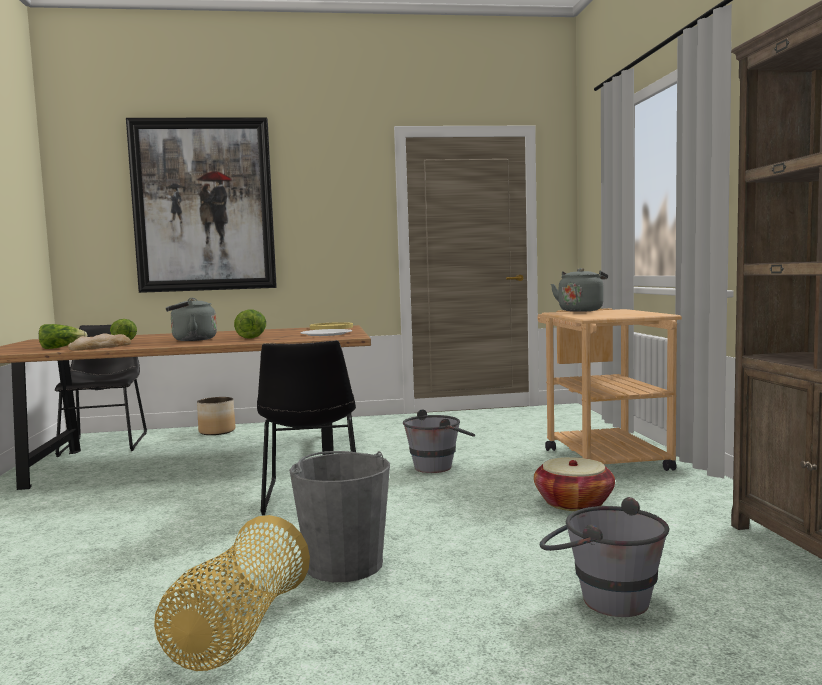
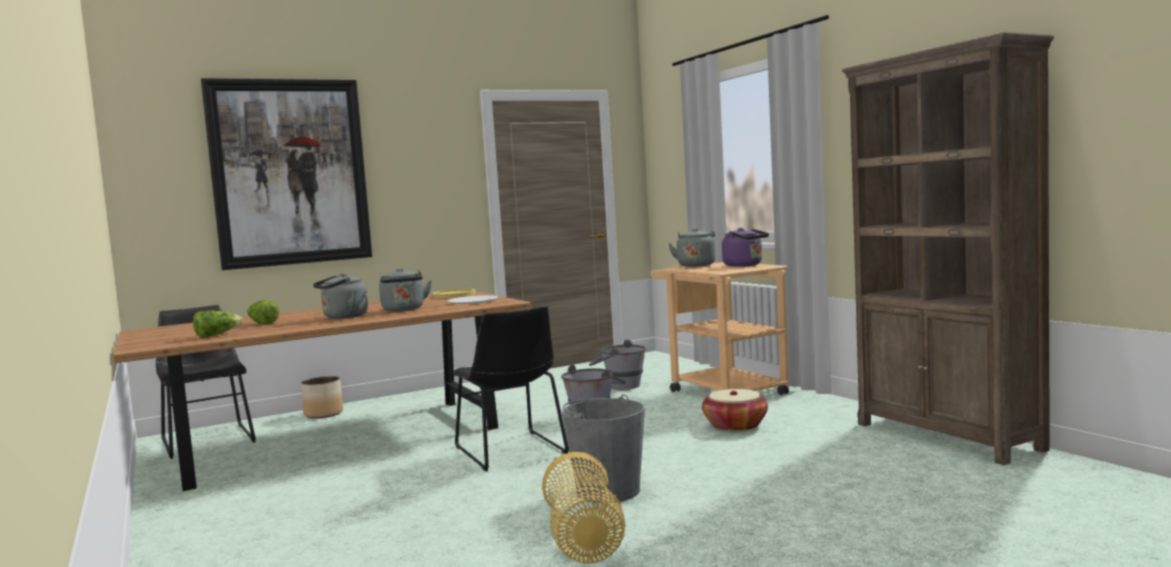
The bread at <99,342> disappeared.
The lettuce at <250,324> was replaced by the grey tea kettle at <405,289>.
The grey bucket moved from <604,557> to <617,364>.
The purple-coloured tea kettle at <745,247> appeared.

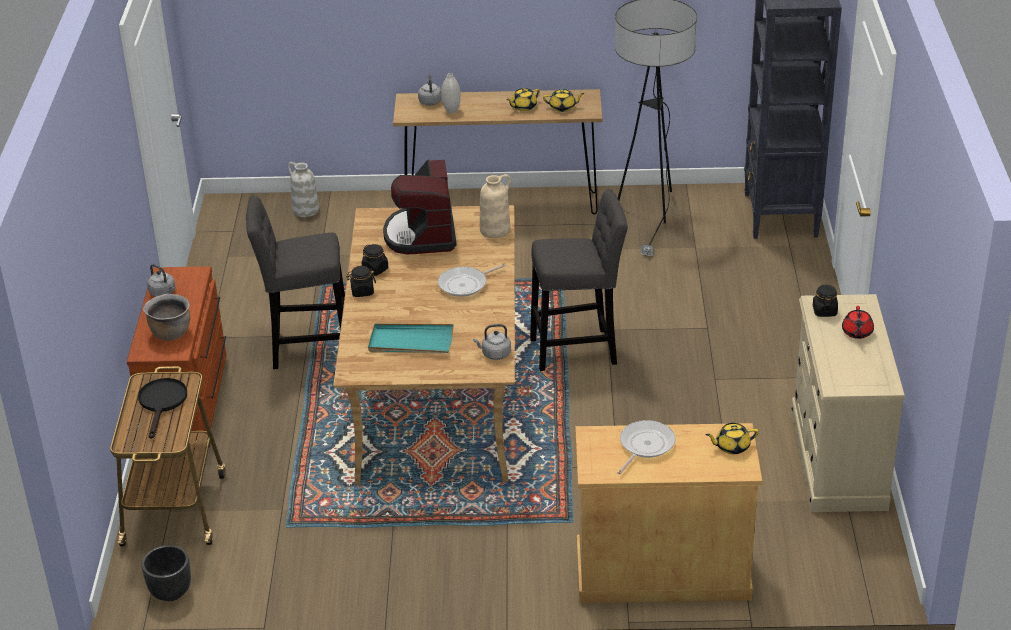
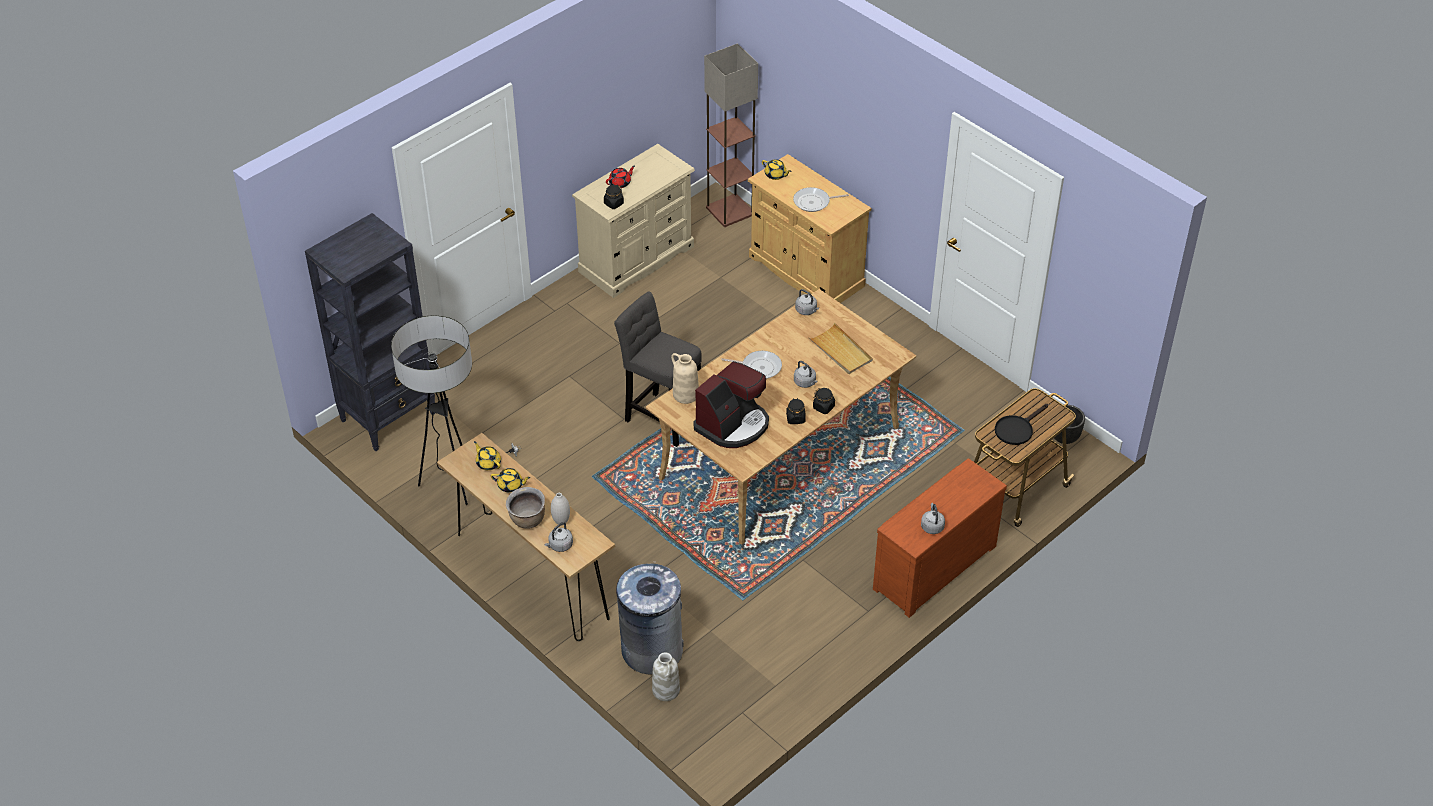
The brown cooking pot moved from <166,317> to <525,508>.
The grey stool seat at <295,282> disappeared.
The turquoise tray at <411,338> became the sand-coloured tray at <840,348>.
The grey trash can at <650,619> appeared.
The floor lamp at <731,135> appeared.
The grey tea kettle at <806,374> appeared.

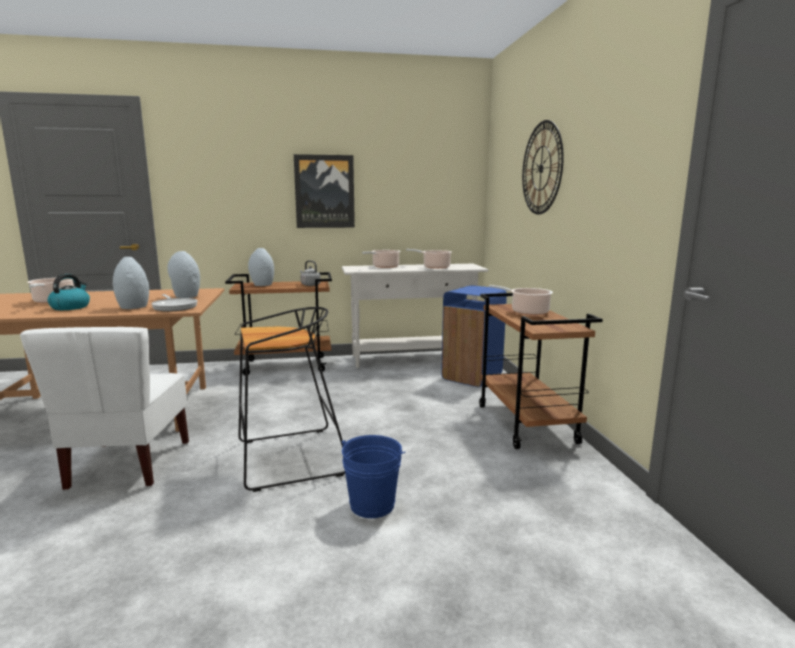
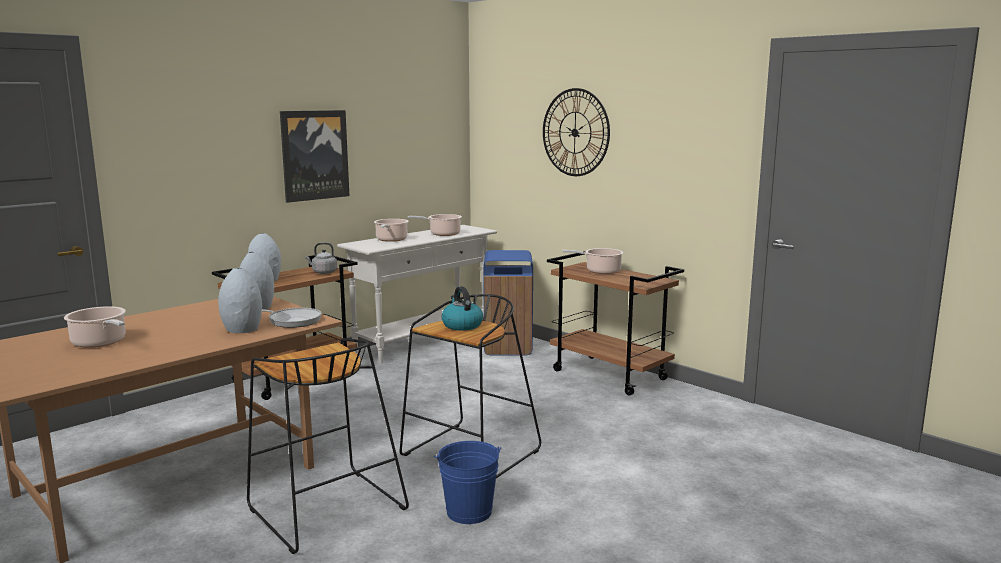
The whitish plain chair at <104,408> was replaced by the blackish stool seat at <328,446>.
The tea kettle moved from <69,292> to <462,308>.
The bluish bucket moved from <373,476> to <467,482>.

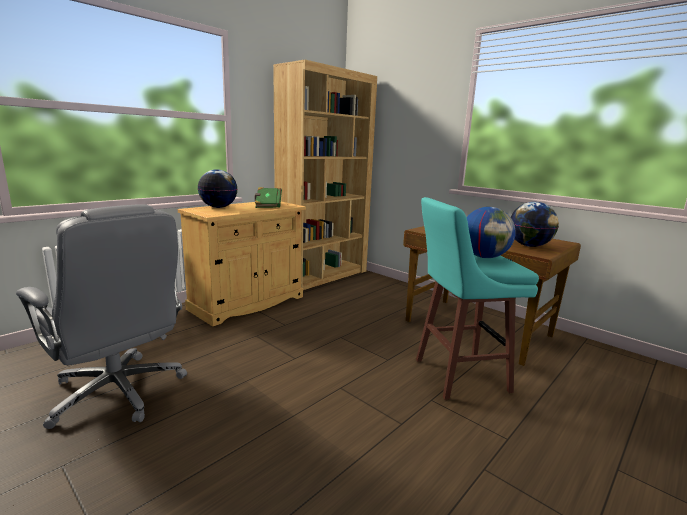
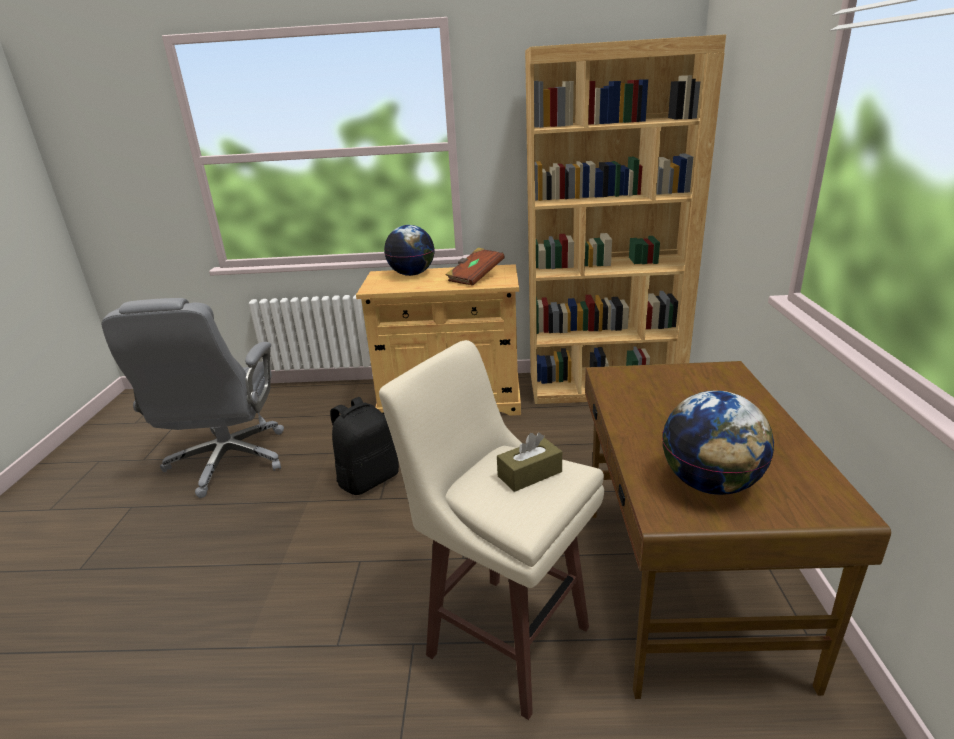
The greenish volume at <268,197> became the brown volume at <475,267>.
The turquoise stool seat at <477,298> became the sand-coloured stool seat at <491,530>.
The desk globe at <491,232> was replaced by the brown box of tissues at <529,462>.
The blackish backpack at <364,446> appeared.

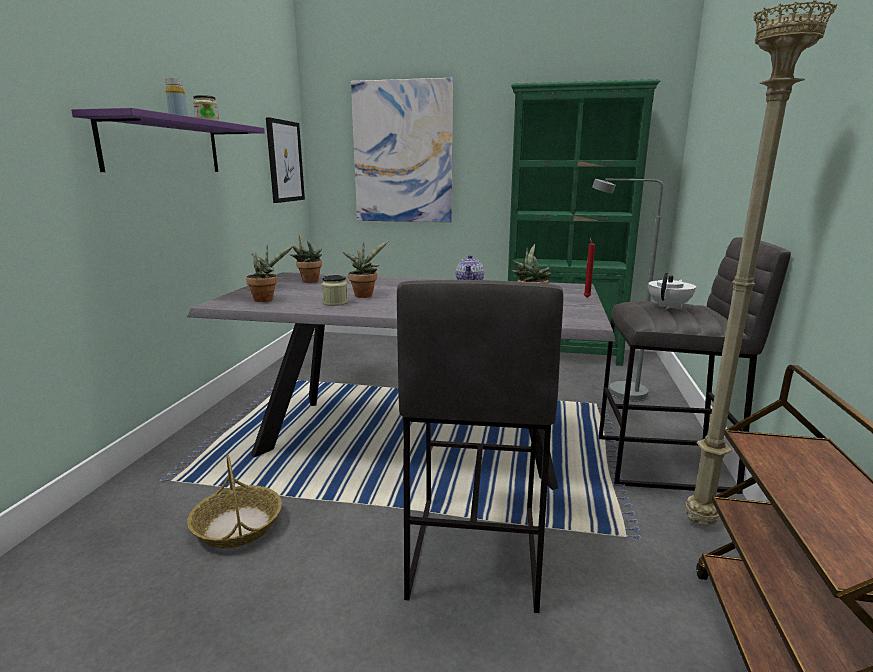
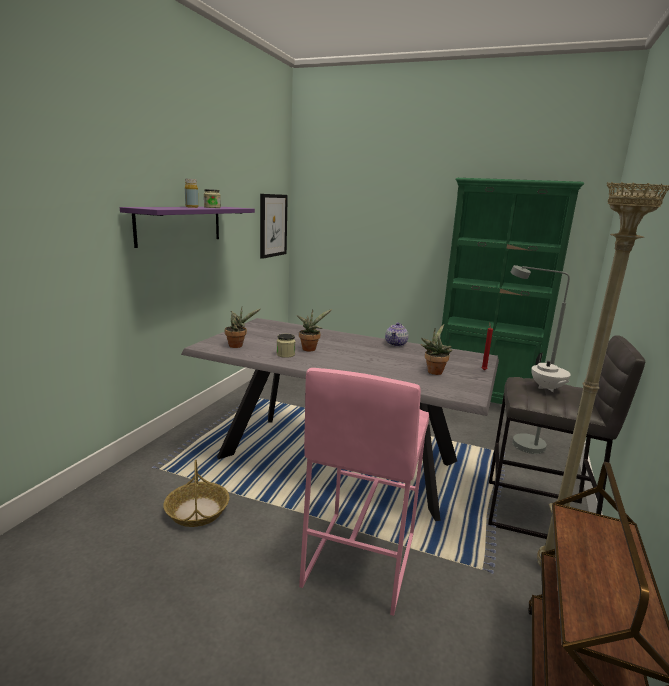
The houseplant at <306,257> disappeared.
The picture at <402,150> disappeared.
The grey stool seat at <480,446> became the pink stool seat at <364,492>.
The whitish tea pot at <672,291> turned 120 degrees clockwise.

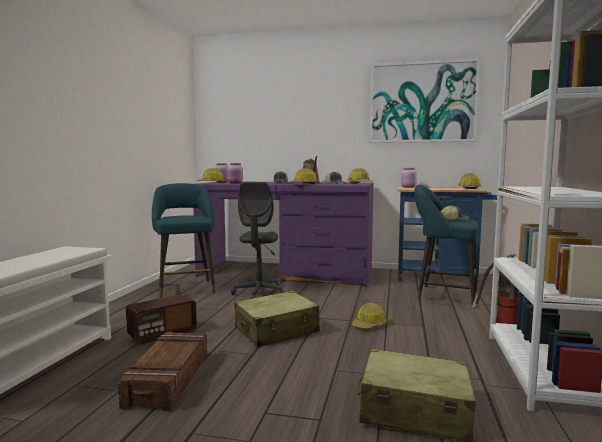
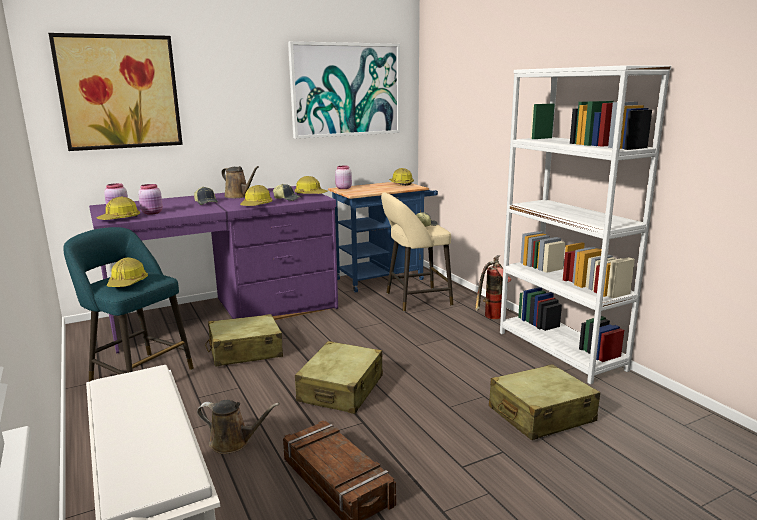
The radio at <161,319> was replaced by the brown sprinkling can at <238,427>.
The grey office chair at <258,240> was replaced by the sand-coloured piece of luggage at <244,340>.
The hard hat moved from <369,316> to <127,272>.
The turquoise stool seat at <446,244> became the sand-coloured stool seat at <417,252>.
The picture at <115,92> appeared.

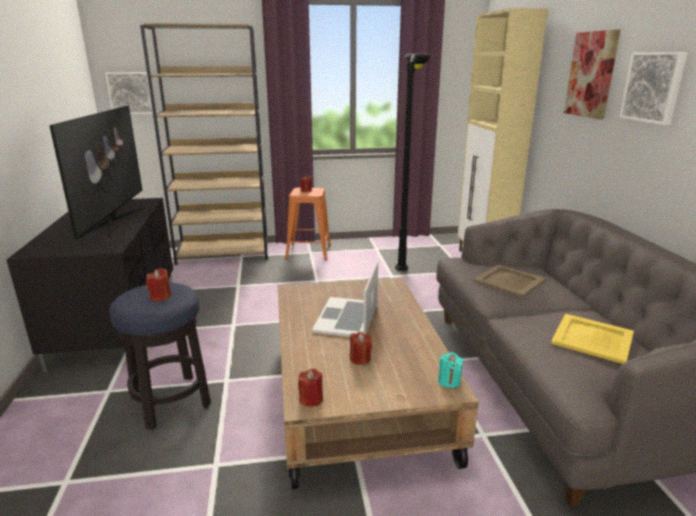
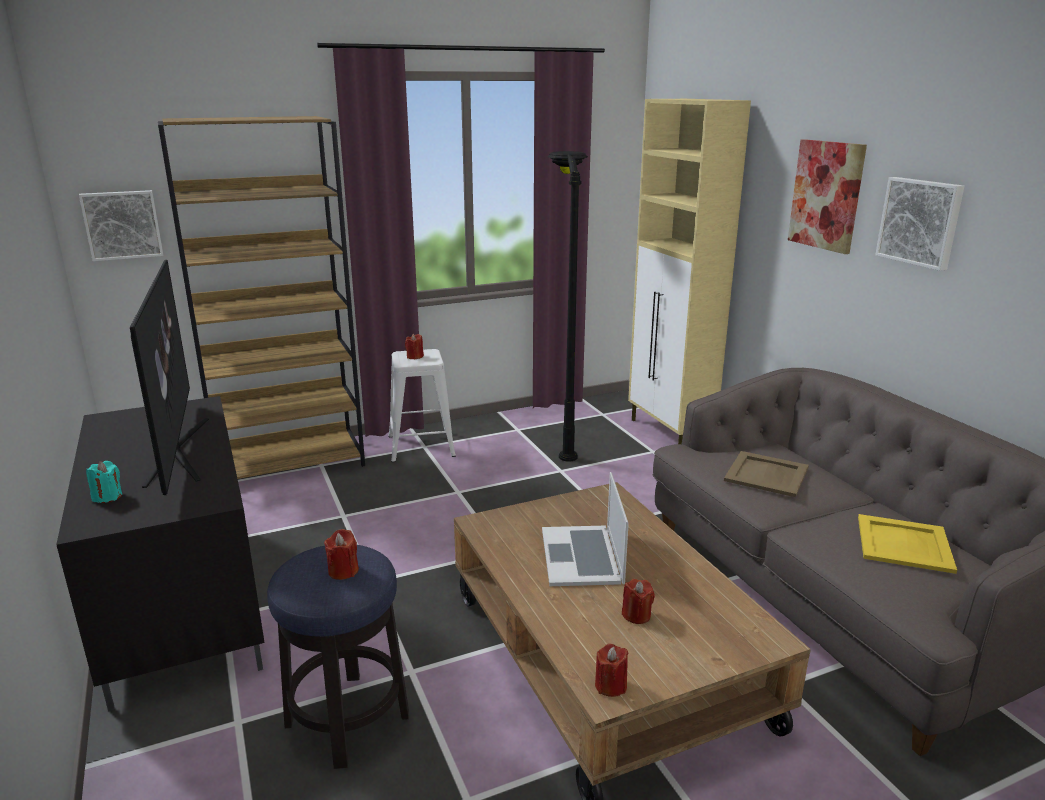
The orangey stool seat at <308,224> became the whitish stool seat at <422,406>.
The turquoise wax light moved from <451,370> to <104,482>.

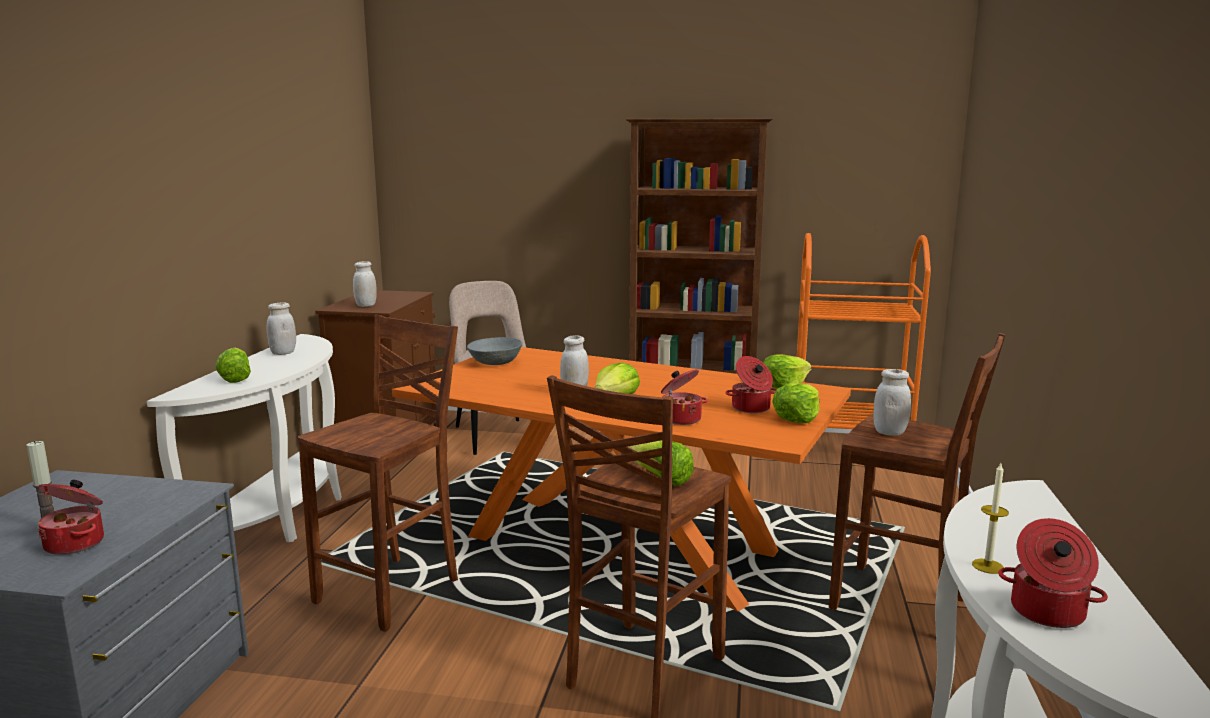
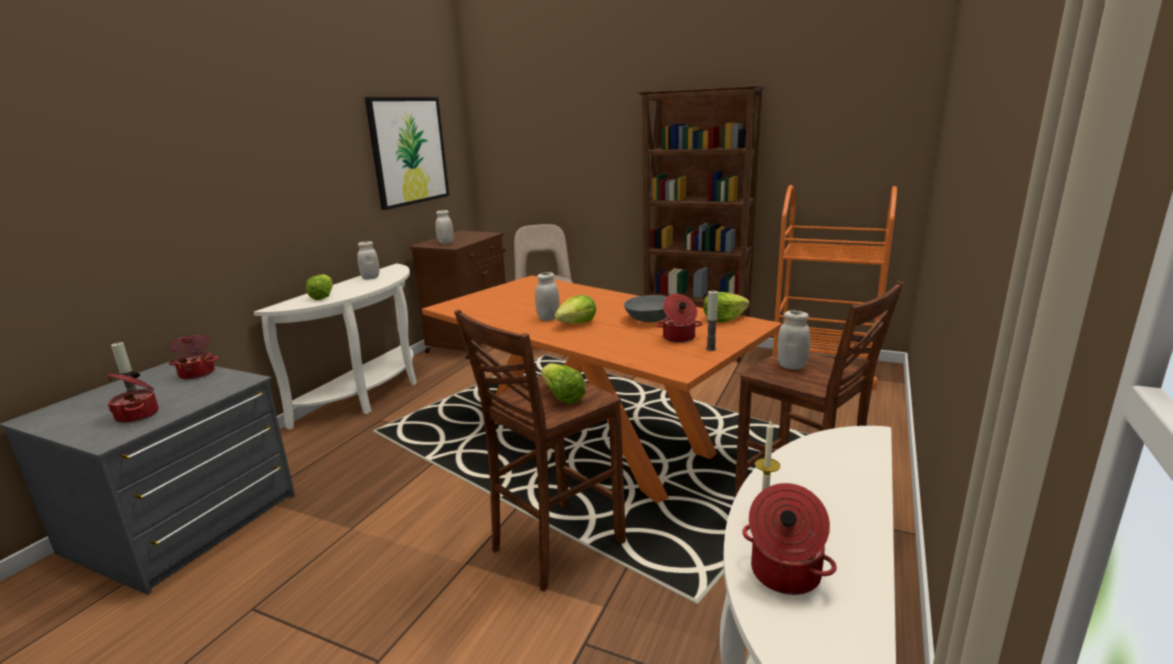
The brown stool seat at <378,473> disappeared.
The grey bowl moved from <494,351> to <645,308>.
The cooking pot moved from <684,397> to <194,357>.
The lettuce at <796,403> was replaced by the wax light at <712,321>.
The picture at <407,153> appeared.

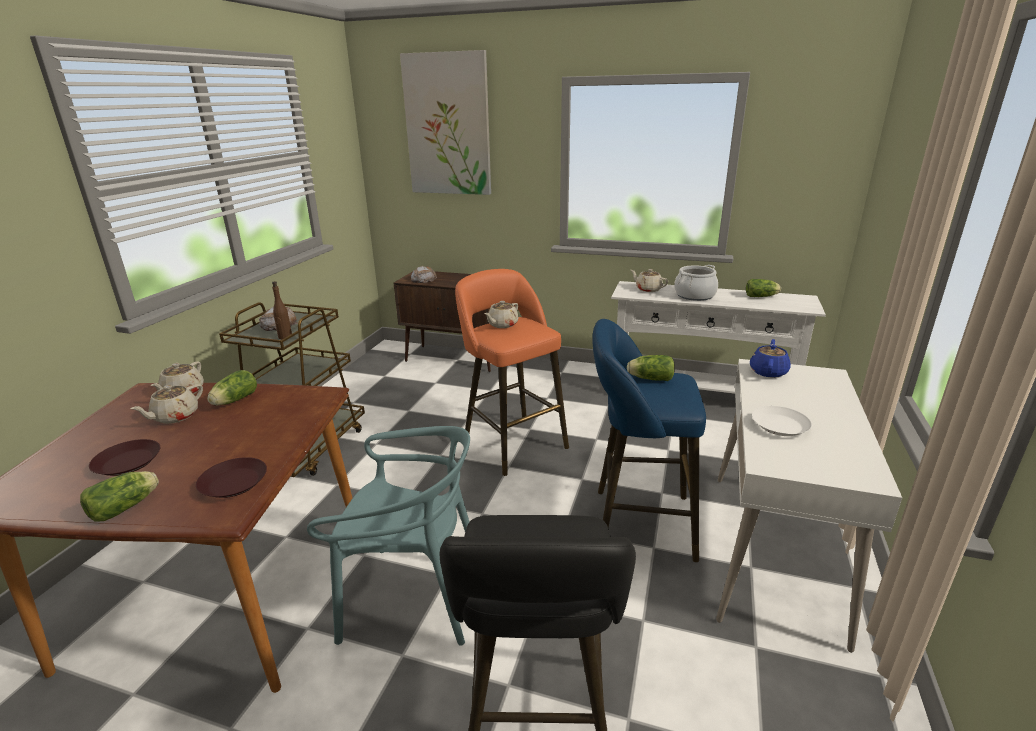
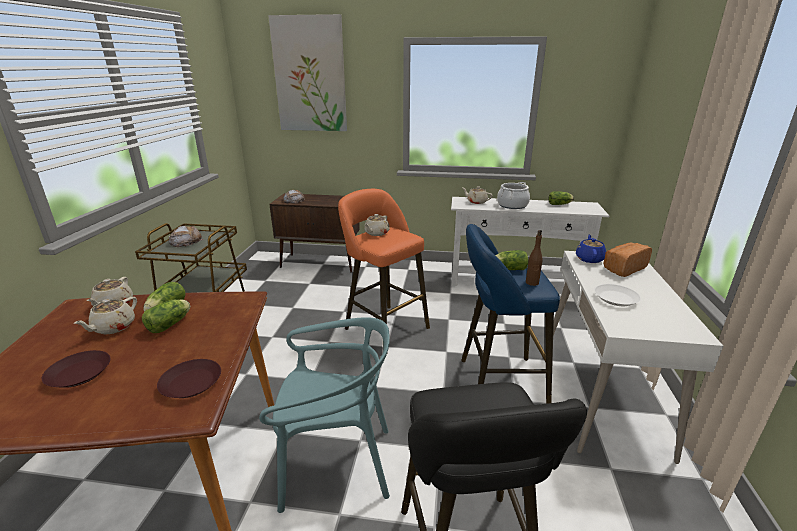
The lettuce moved from <119,496> to <166,316>.
The brown beverage bottle moved from <282,310> to <534,258>.
The bread at <627,260> appeared.

